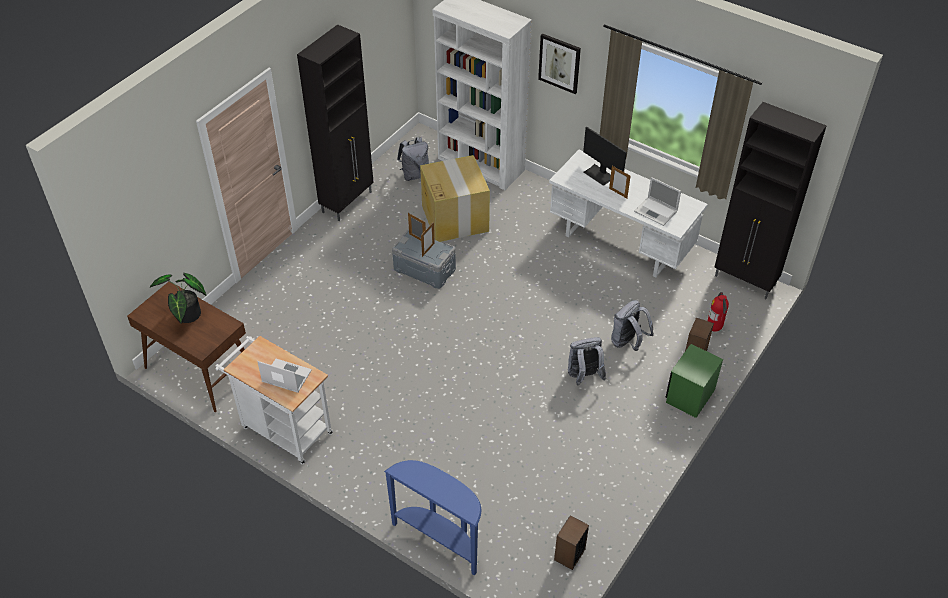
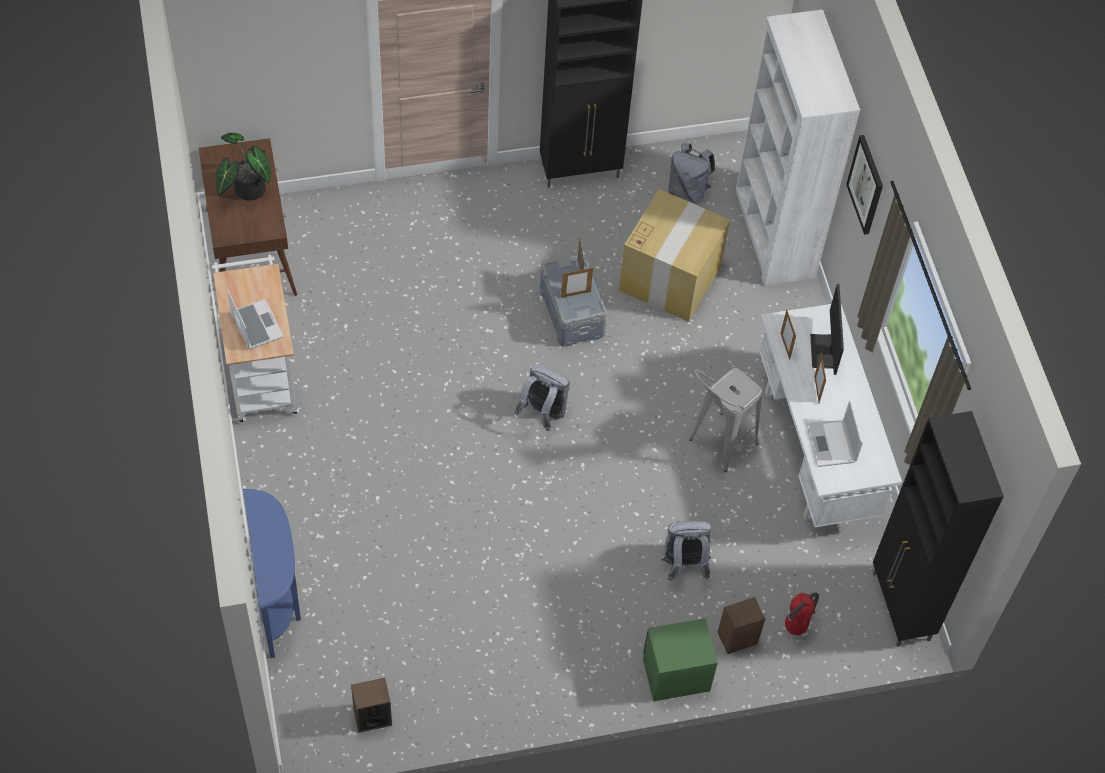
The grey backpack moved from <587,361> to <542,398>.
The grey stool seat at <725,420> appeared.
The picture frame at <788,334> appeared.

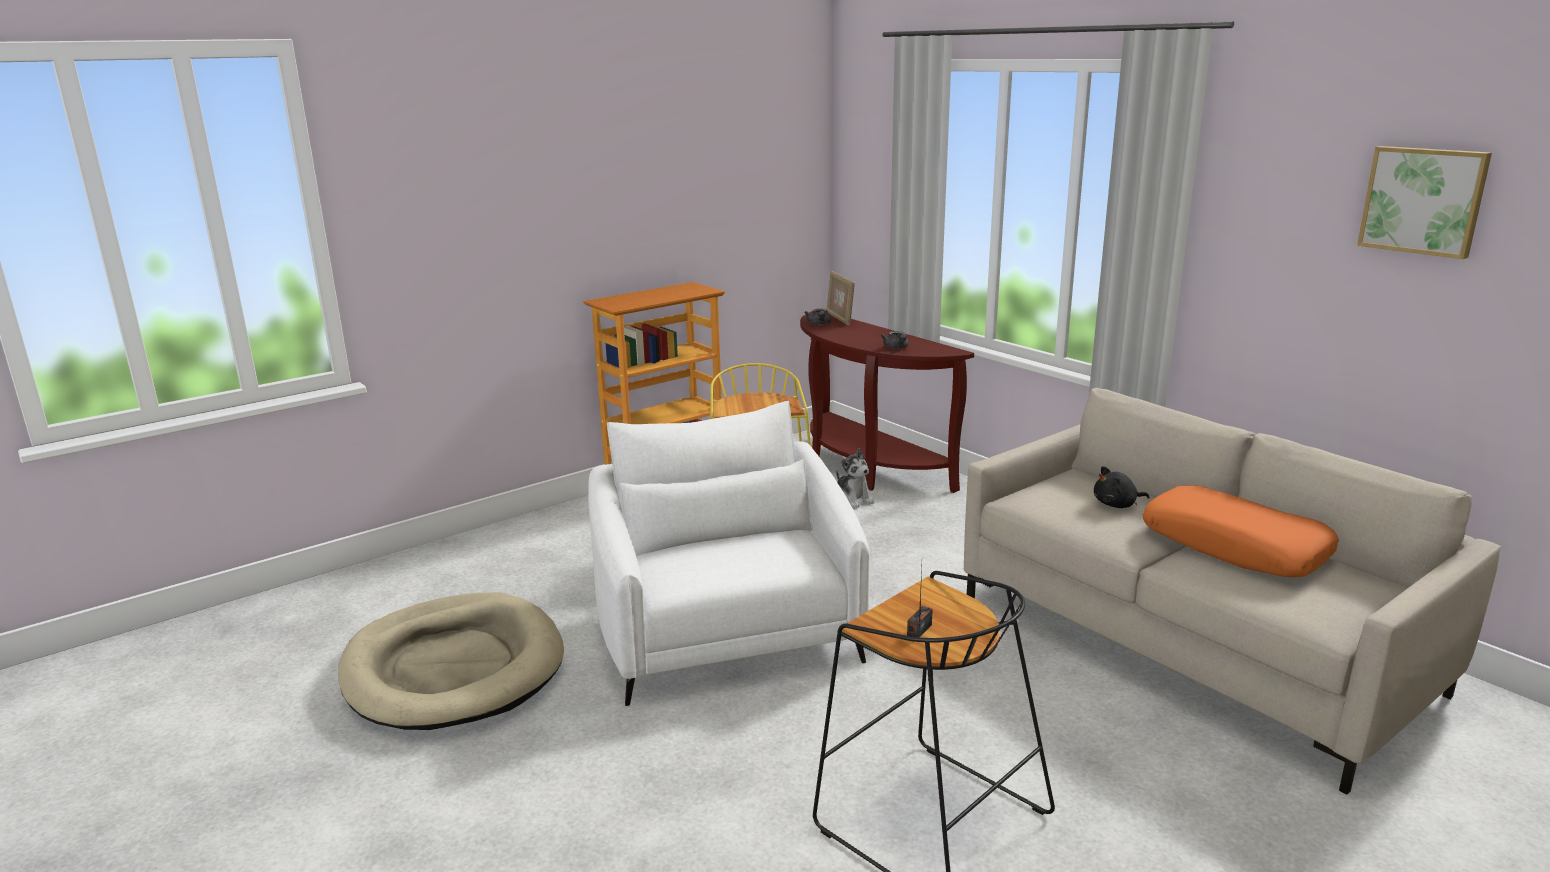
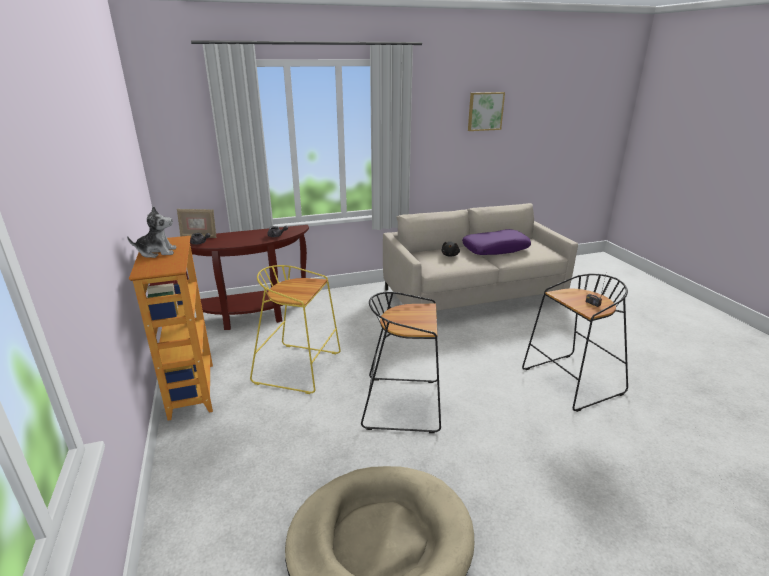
The whitish armchair at <729,554> was replaced by the blackish stool seat at <401,362>.
The plush toy moved from <855,478> to <152,232>.
The orangey pillow at <1241,531> became the purple-coloured pillow at <496,242>.

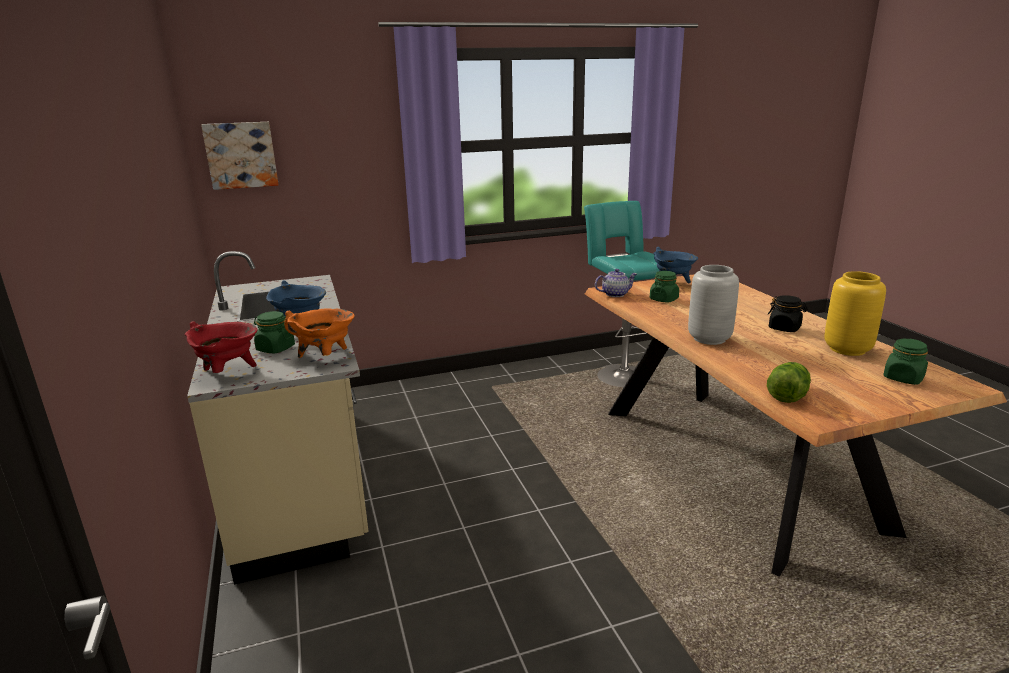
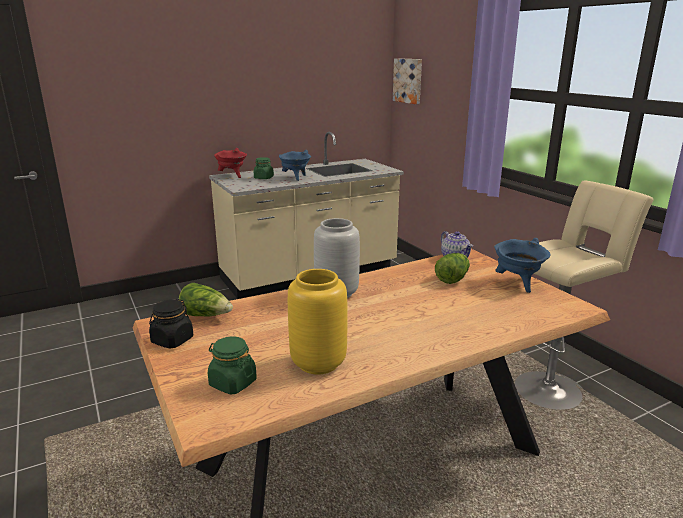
The orangey cooking pot at <319,333> disappeared.
The turquoise stool seat at <621,294> became the sand-coloured stool seat at <584,295>.
The greenish preserve jar at <664,287> was replaced by the lettuce at <452,268>.
The blackish preserve jar moved from <788,313> to <171,324>.

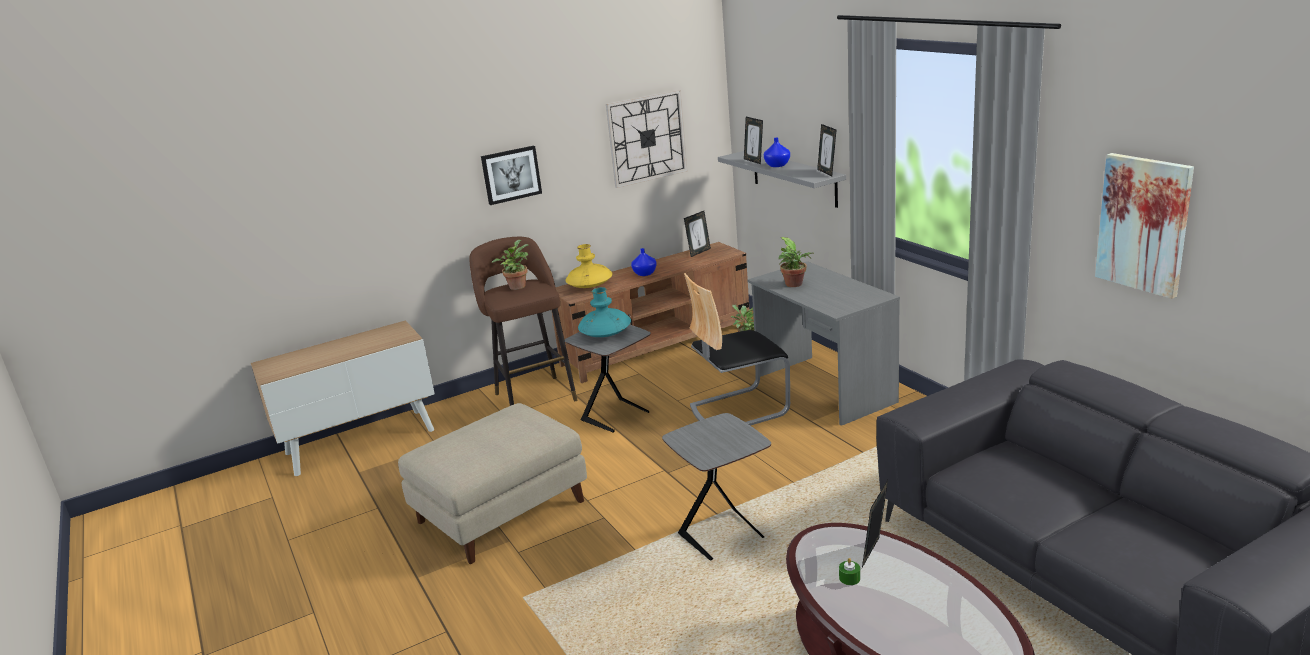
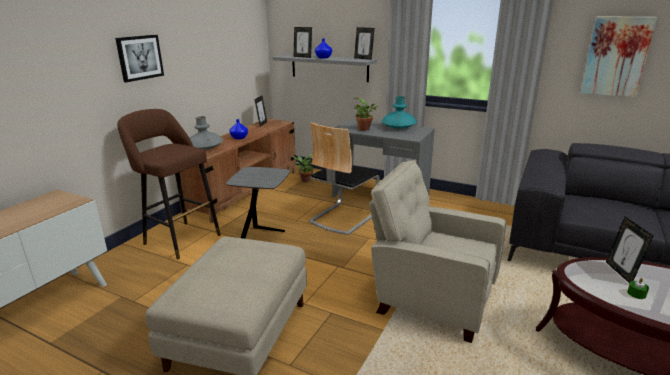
The houseplant at <510,265> disappeared.
The yellowish vase at <589,266> became the grey vase at <206,133>.
The turquoise vase moved from <604,312> to <399,112>.
The hanging clock at <646,139> disappeared.
The grey accent table at <716,487> was replaced by the sand-coloured armchair at <437,251>.

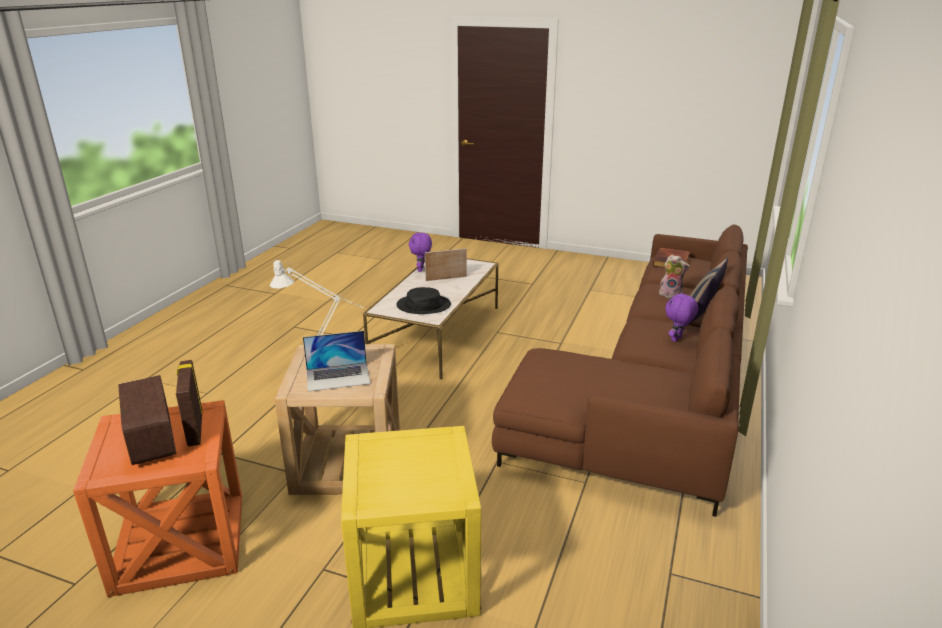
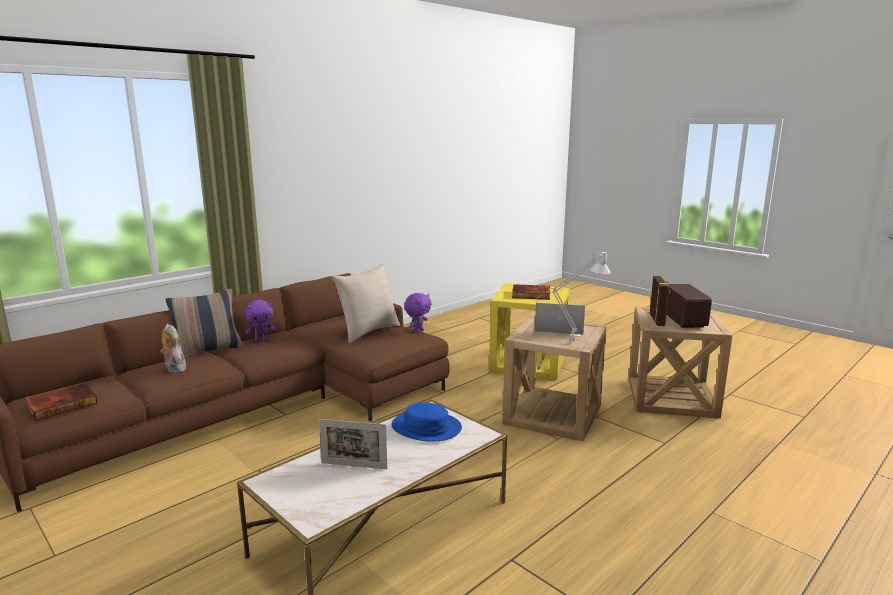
The orangey accent table at <157,498> became the sand-coloured accent table at <680,363>.
The blackish hat at <423,300> became the bluish hat at <427,422>.
The purple-coloured plush toy moved from <420,252> to <417,313>.
The sand-coloured pillow at <365,303> appeared.
The volume at <531,292> appeared.

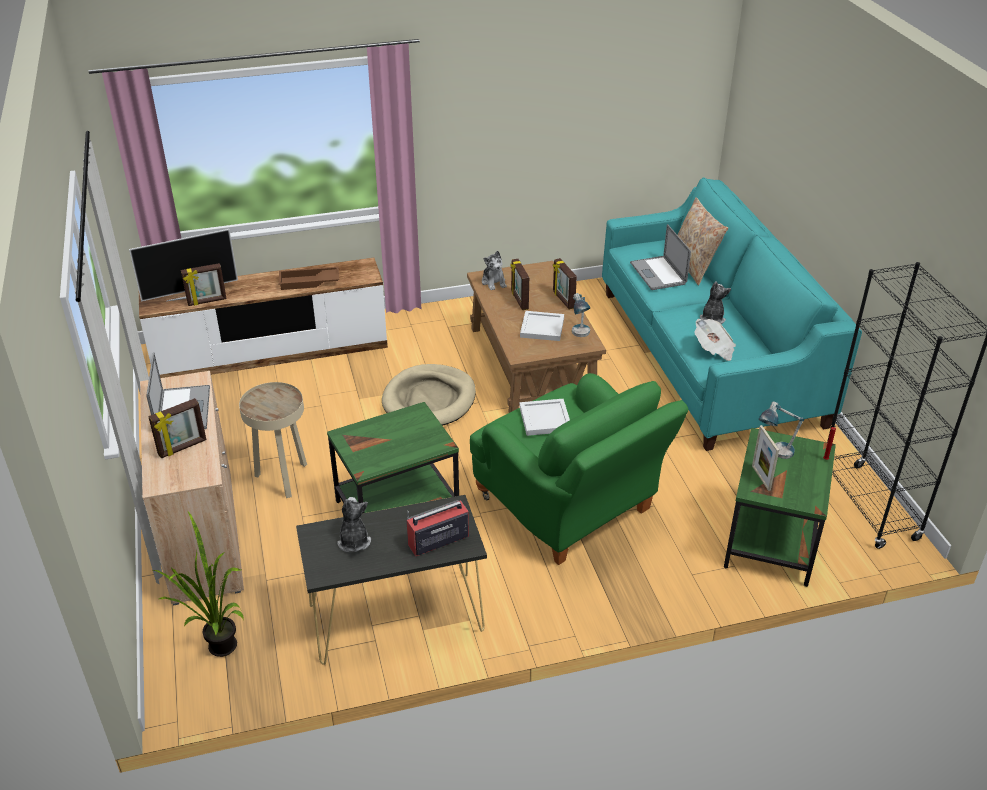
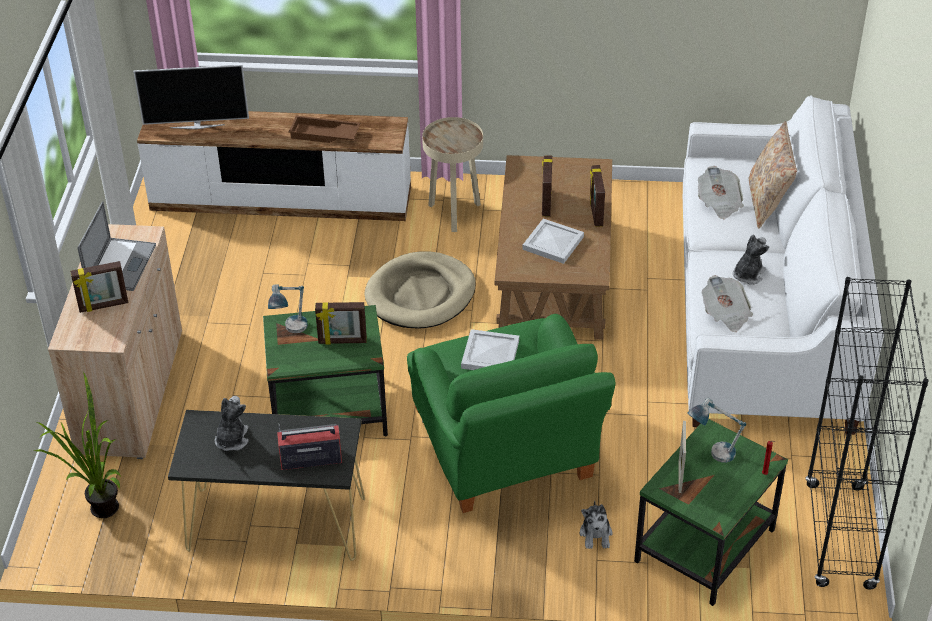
The picture frame moved from <204,284> to <341,323>.
The sand-coloured accent table moved from <273,440> to <452,174>.
The plush toy moved from <494,270> to <596,525>.
The table lamp moved from <581,315> to <288,308>.
The turquoise settee at <732,314> became the whitish settee at <783,265>.
The portable computer at <660,257> was replaced by the daily paper at <721,192>.

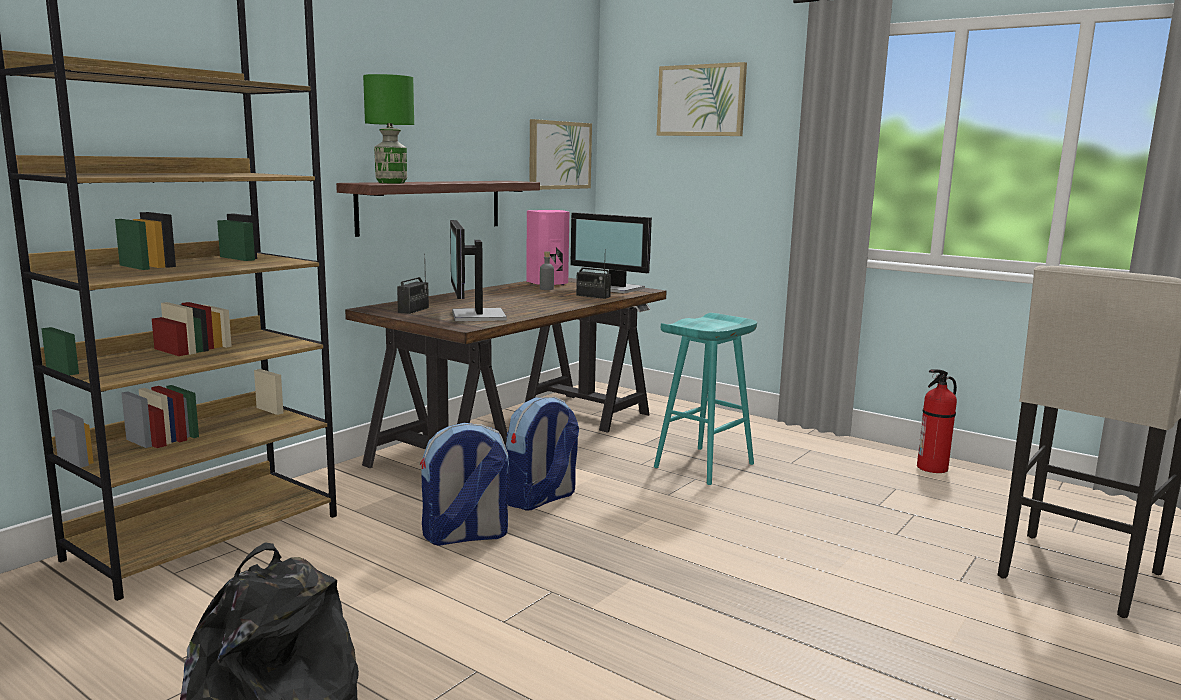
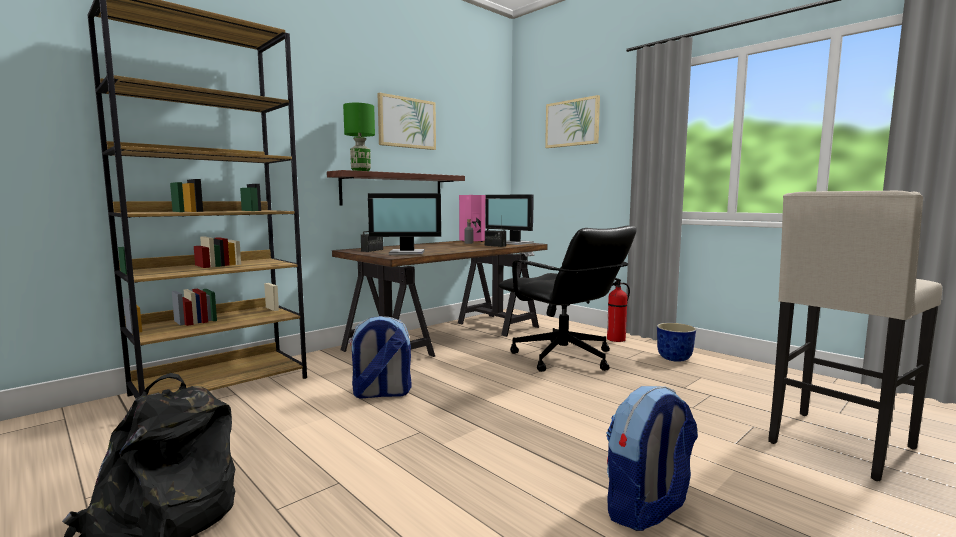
The computer screen at <478,270> turned 90 degrees counterclockwise.
The backpack moved from <542,453> to <652,458>.
The picture moved from <560,154> to <406,121>.
The turquoise stool seat at <705,399> was replaced by the blackish office chair at <568,299>.
The fire extinguisher moved from <937,421> to <618,310>.
The flower pot at <676,342> appeared.

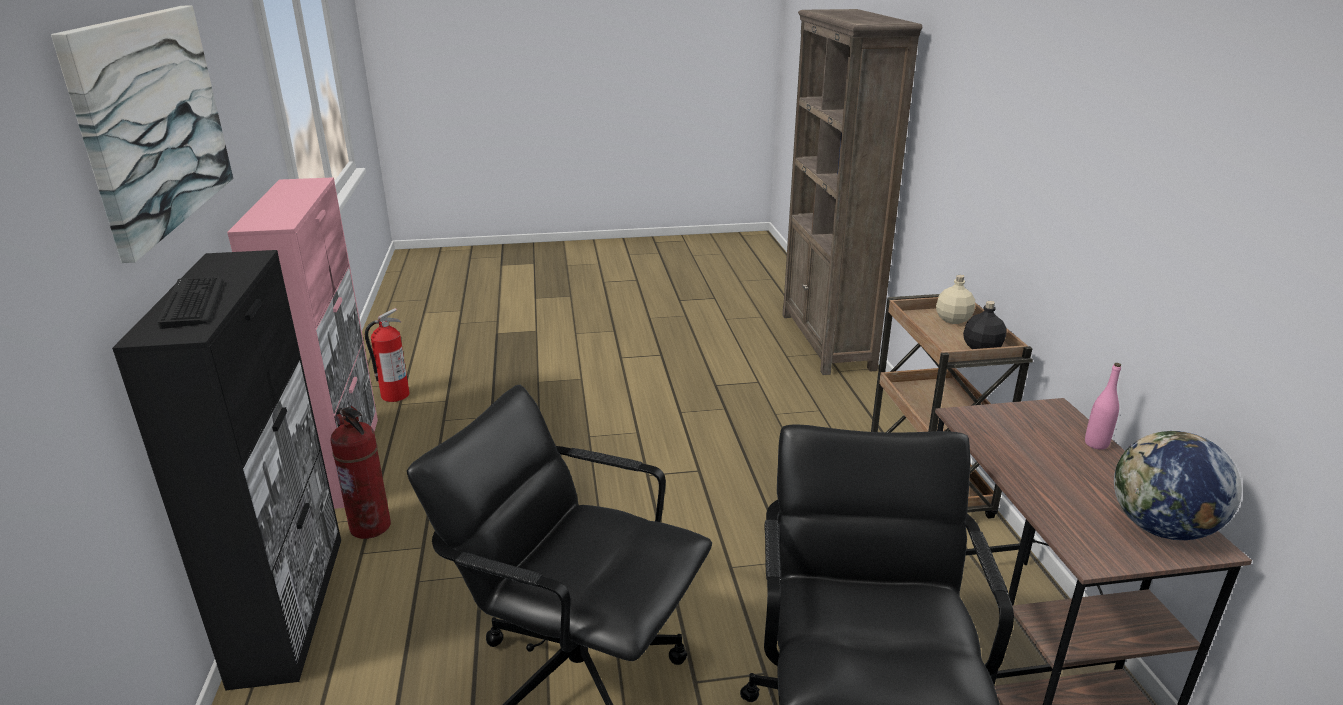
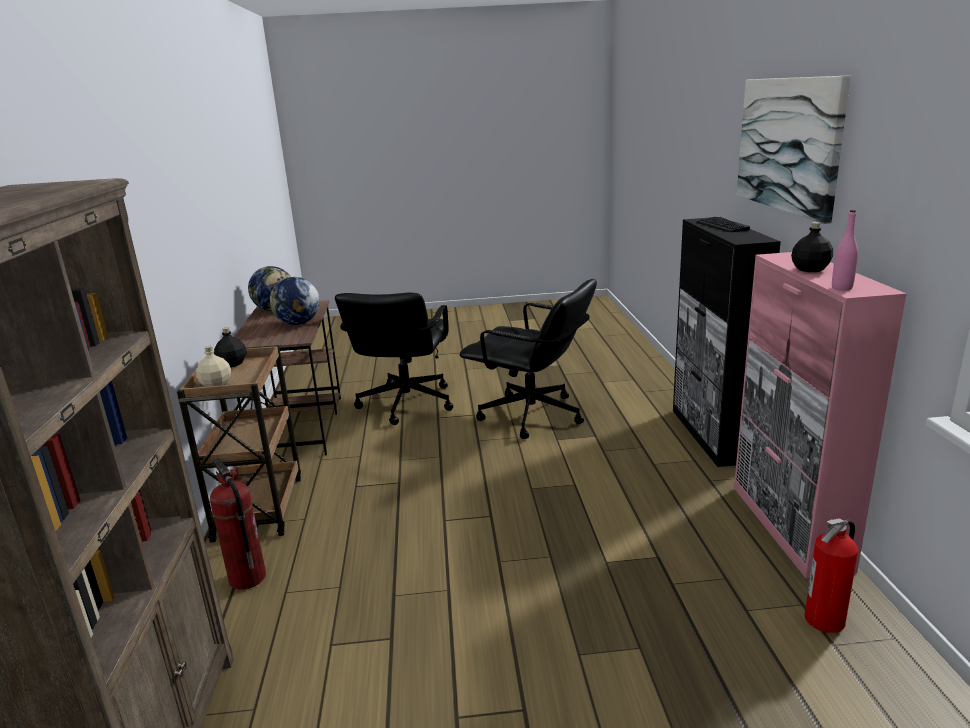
The fire extinguisher moved from <360,472> to <238,524>.
The pink beverage bottle moved from <1103,406> to <845,250>.
The desk globe at <295,301> appeared.
The blackish beverage bottle at <812,247> appeared.

